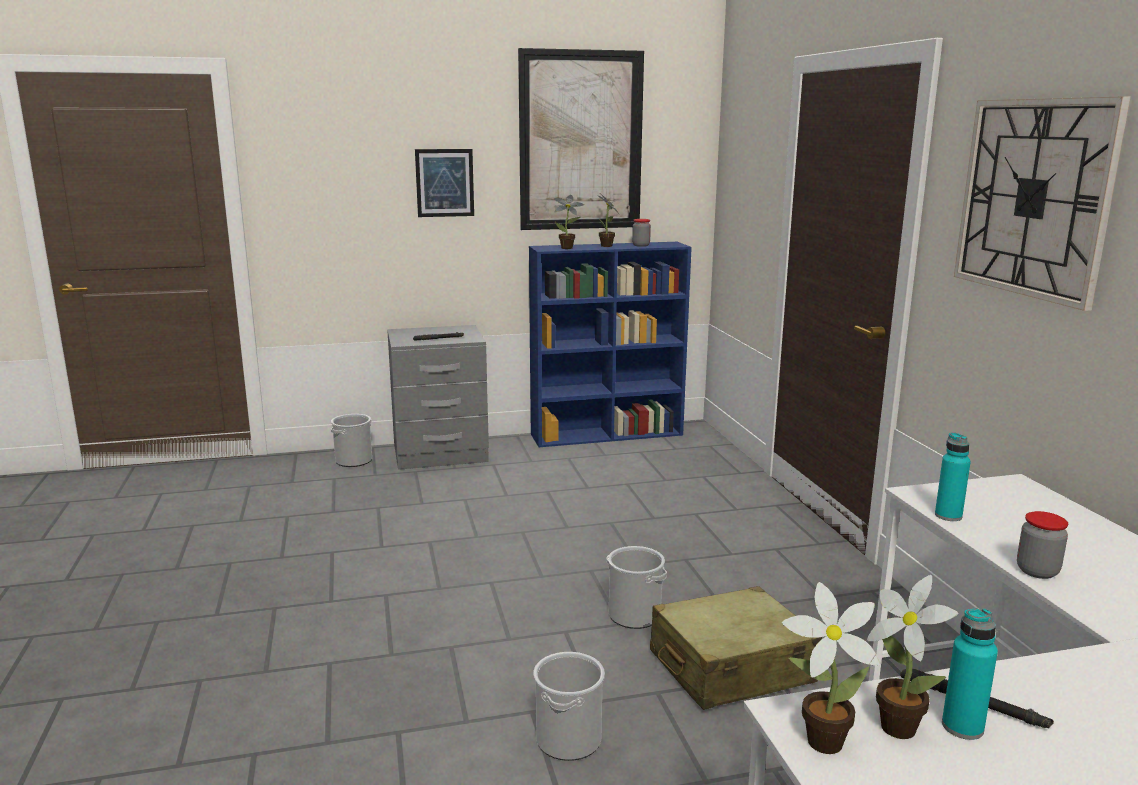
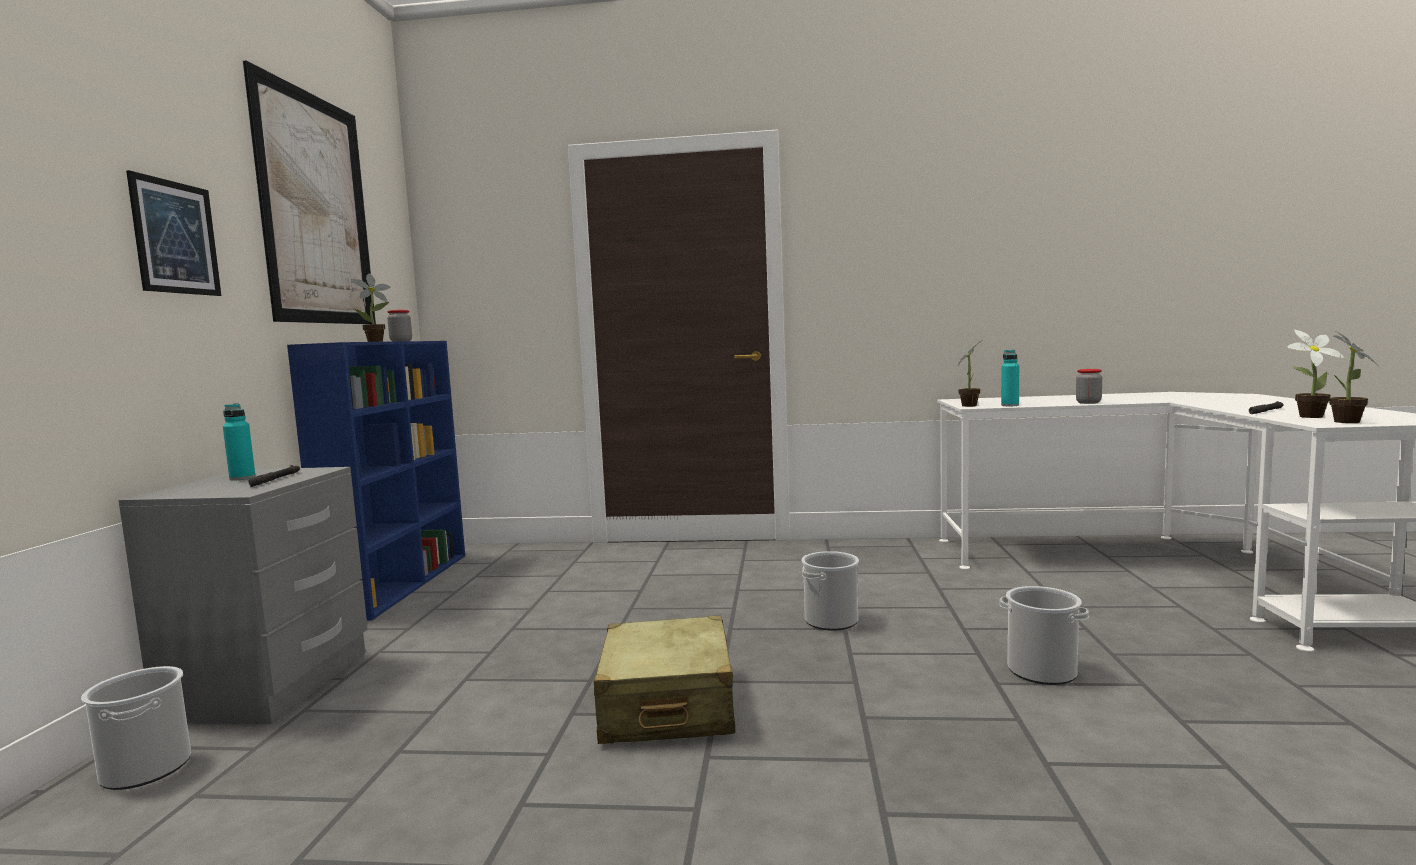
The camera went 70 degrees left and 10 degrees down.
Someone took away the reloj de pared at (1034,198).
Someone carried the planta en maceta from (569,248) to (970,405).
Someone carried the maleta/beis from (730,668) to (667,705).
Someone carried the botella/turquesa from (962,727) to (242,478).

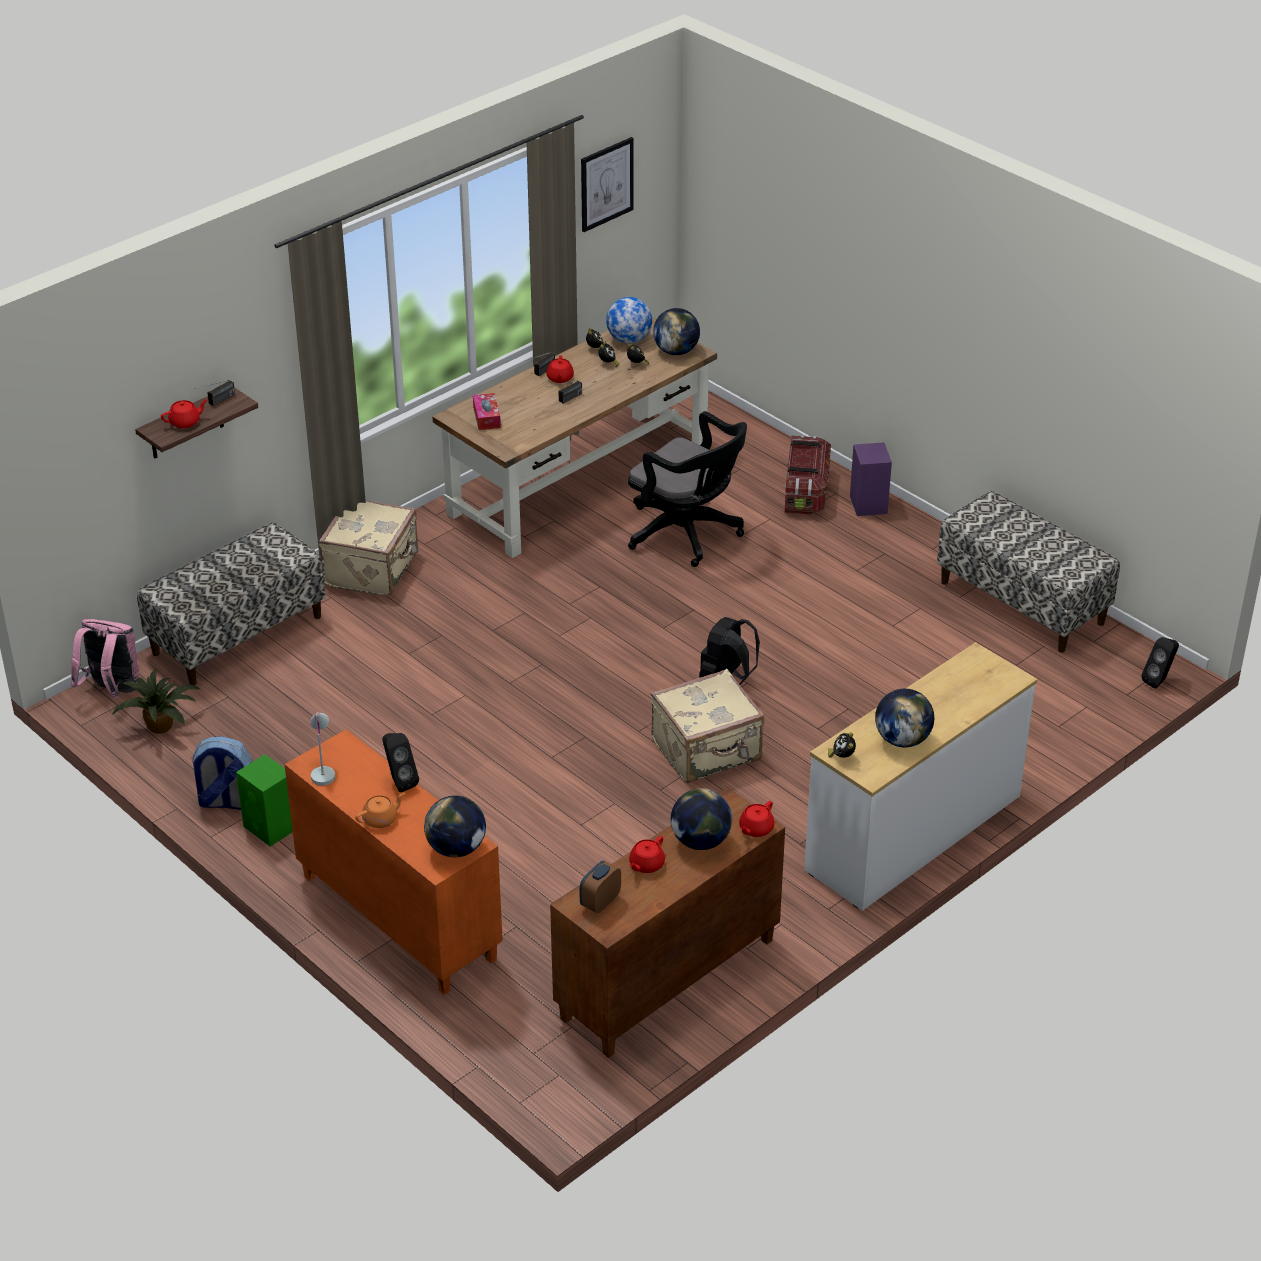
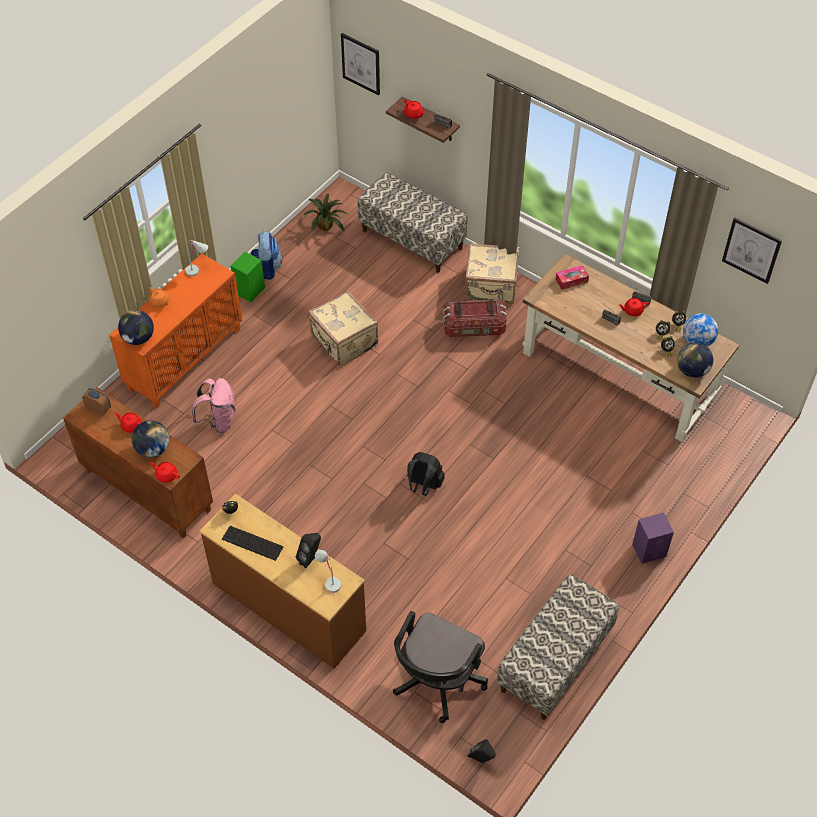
The camera went 80 degrees right and 15 degrees up.
Someone carried the silla de oficina/negro from (688,534) to (436,682).
Someone carried the caja de almacenaje from (805,491) to (474,328).
Someone carried the mochila/rosa from (112,691) to (218,420).
Someone repainted the cómoda/blanco at (914,834), which became the cómoda/marrón at (288,607).
Someone carried the maleta/beis from (707,751) to (343,341).
Someone swapped the globo terráqueo at (902,740) for the teclado at (252,543).
Someone carried the altavoz/negro from (399,782) to (310,558).
Someone put up the cuadro at (361,63).
Someone put down the lámpara de mesa/blanco at (328,580).

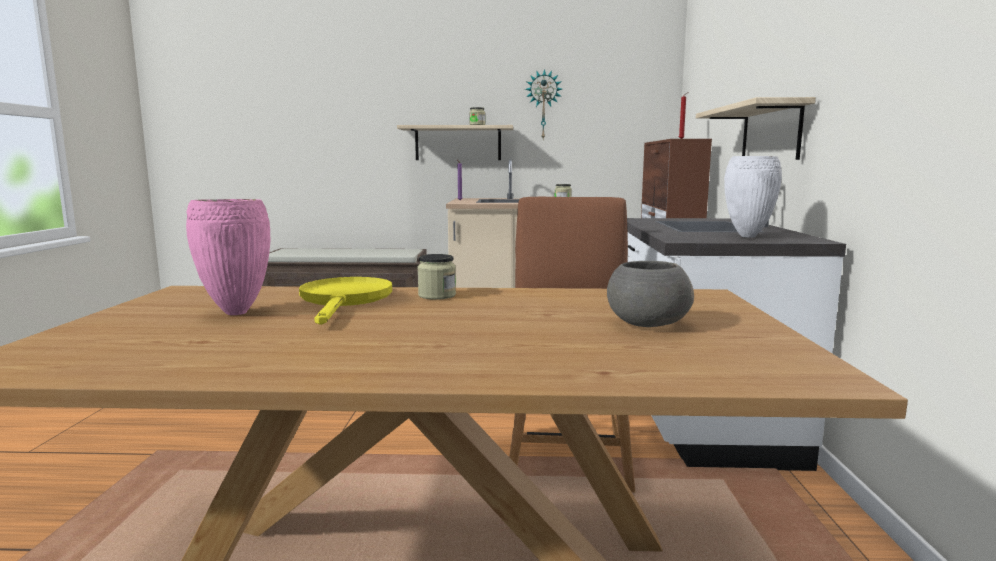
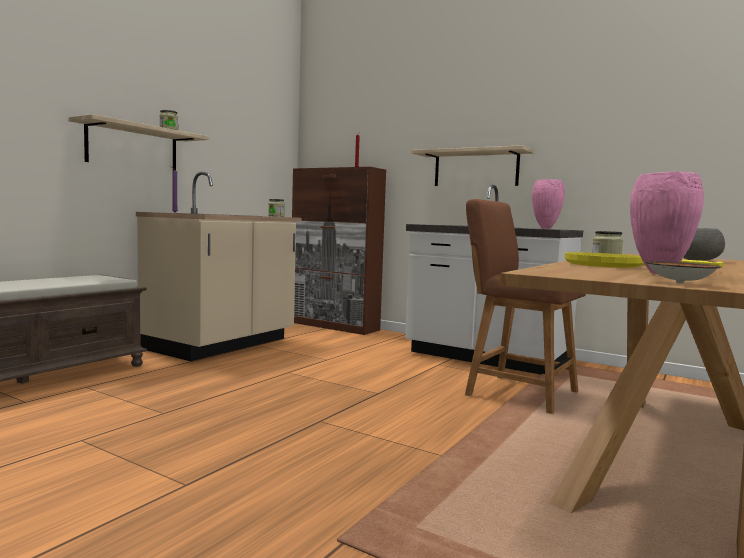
The camera went 60 degrees left and 5 degrees down.
Someone took away the reloj de pared at (543,105).
Someone repainted the florero/blanco at (747,237), which became the florero/rosa at (545,228).
Someone put down the cuenco at (679,283).

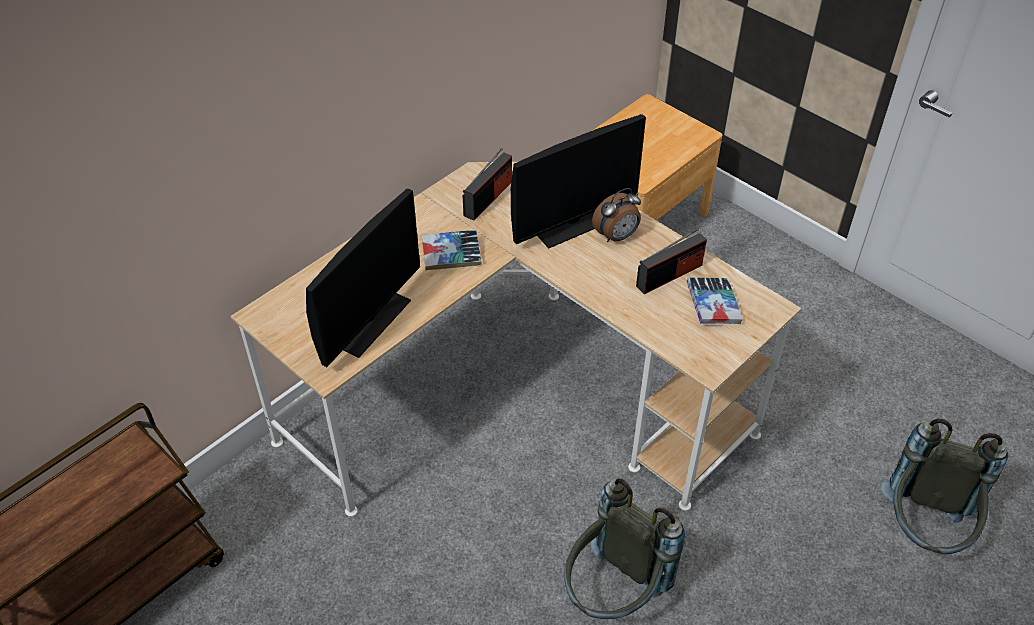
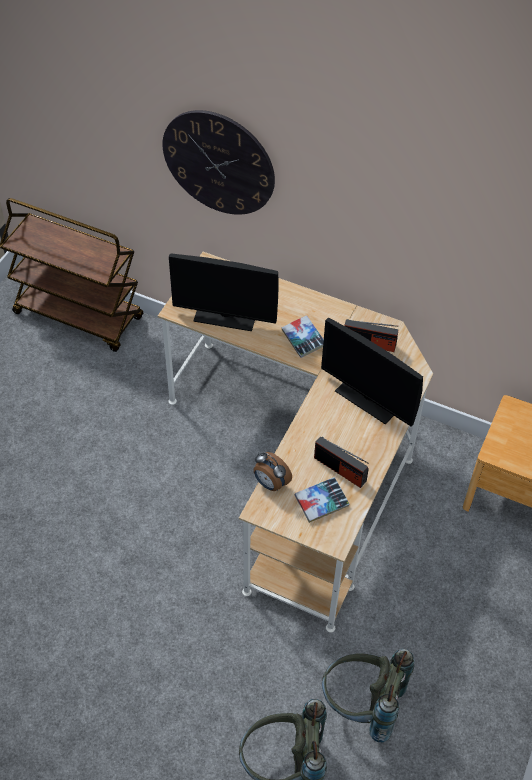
The camera went 70 degrees right and 5 degrees up.
Someone carried the despertador from (617,236) to (270,483).
Someone carried the mochila/gris from (613,594) to (362,706).
Someone put up the reloj de pared at (218,163).

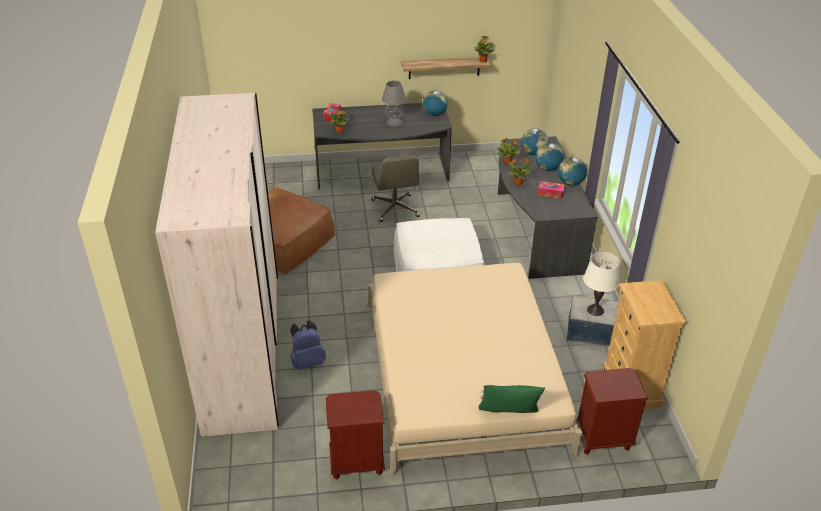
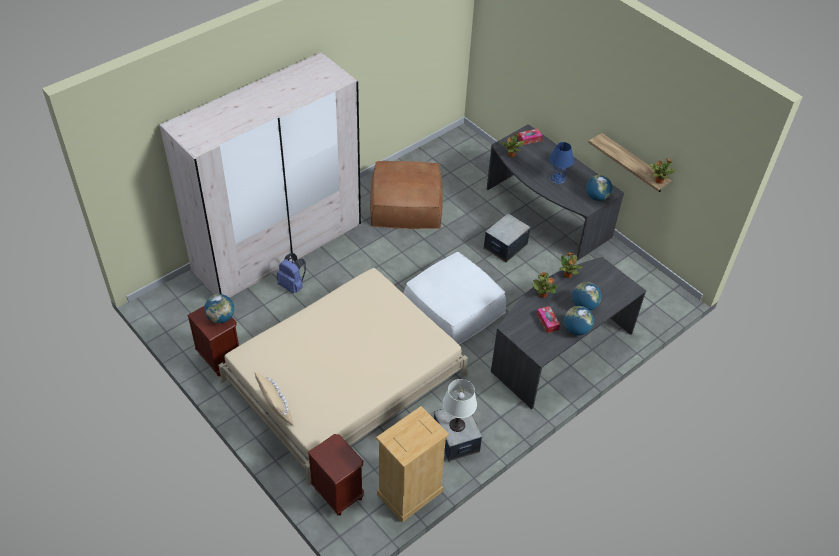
The camera went 55 degrees right and 10 degrees up.
Someone repainted the lámpara de mesa/gris at (394,122), which became the lámpara de mesa/azul at (557,178).
Someone carried the globo terráqueo from (533,153) to (221,317).
Someone swapped the silla de oficina/gris at (395,209) for the caja de almacenaje at (505,246).
Someone repainted the cojín/verde at (508,417), which became the cojín/beis at (275,411).

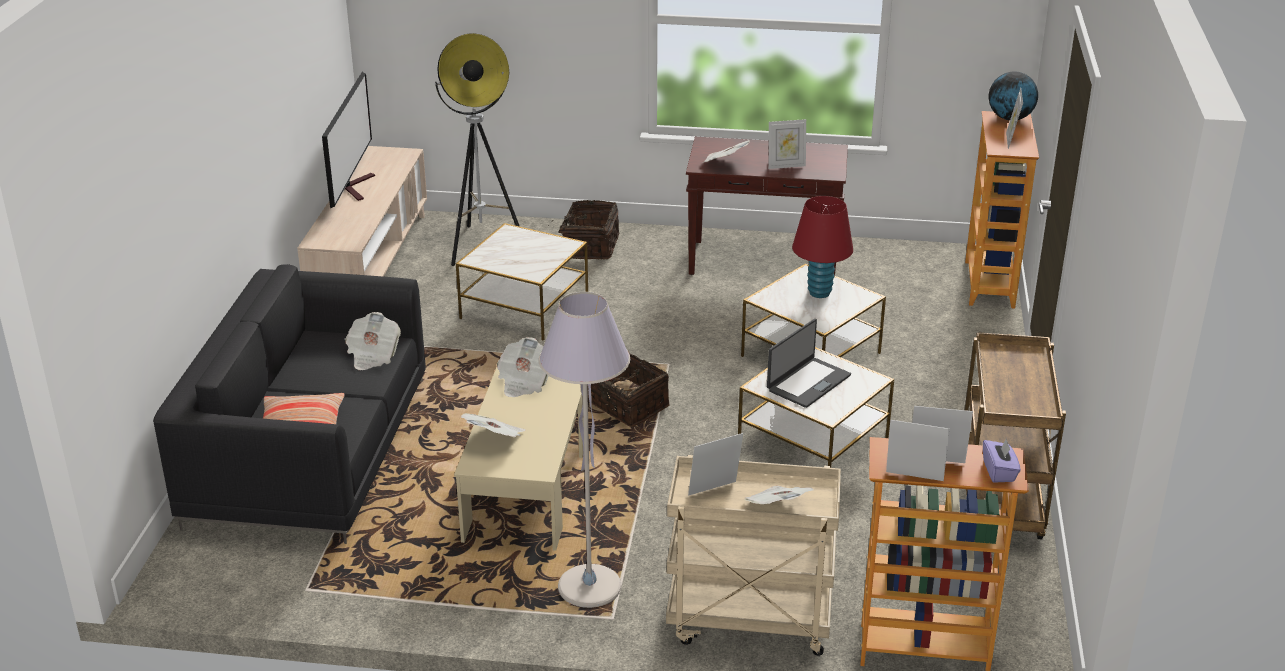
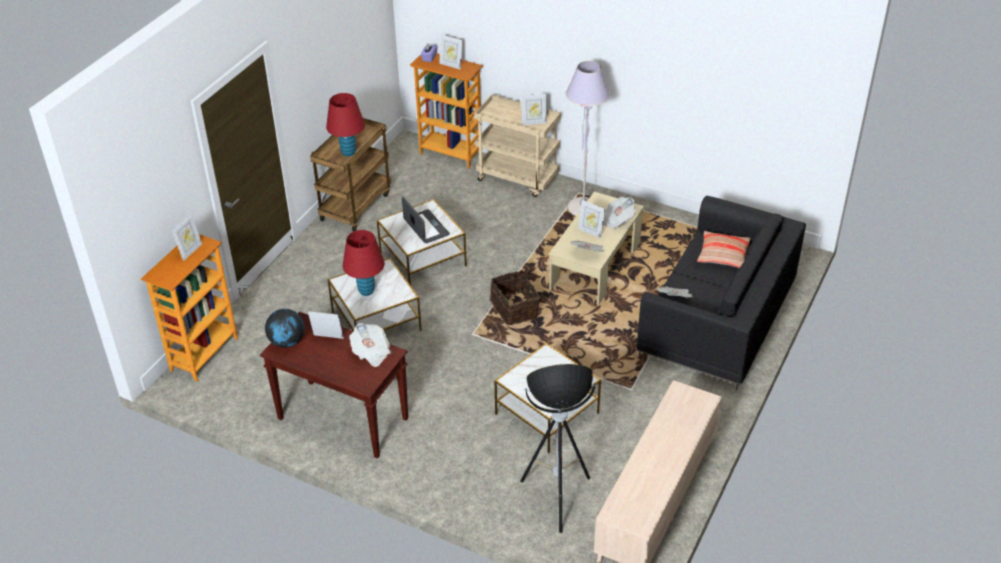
The camera went 160 degrees left and 10 degrees up.
Someone carried the globo terráqueo from (1010,118) to (287,342).
Someone took away the televisor at (355,186).
Someone took away the cesta at (589,246).
Someone rotated the portátil at (808,382) by 90 degrees clockwise.
Someone carried the portarretratos from (914,479) to (590,232).
Someone took away the periódico at (777,509).
Someone put down the lámpara de mesa/rojo at (348,152).

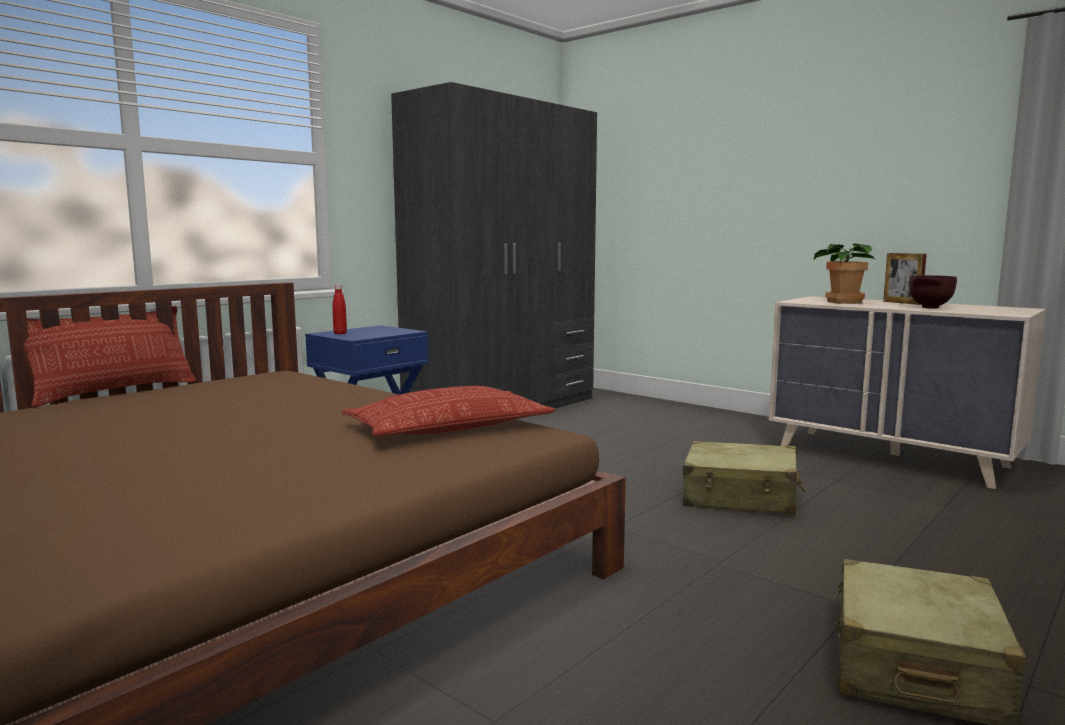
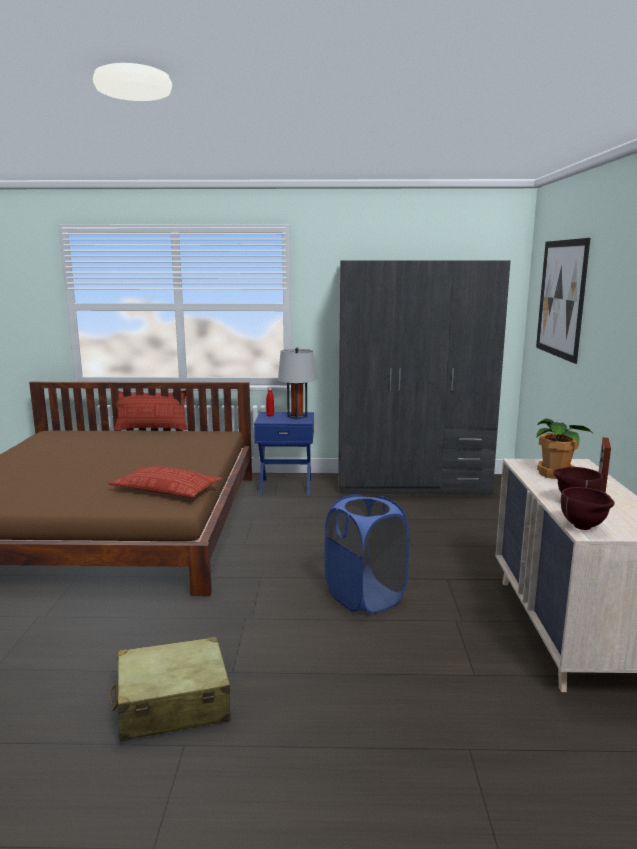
The camera went 50 degrees right and 5 degrees up.
Someone swapped the maleta/beis at (740,497) for the cesto de la ropa/azul at (365,597).
Someone put up the cuadro at (561,298).
Someone put down the lámpara de mesa/gris at (297,416).
Someone put down the cuenco/marrón at (584,528).

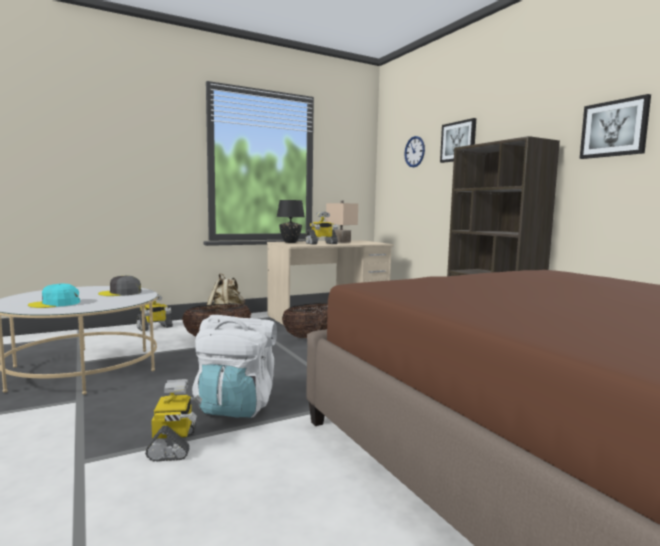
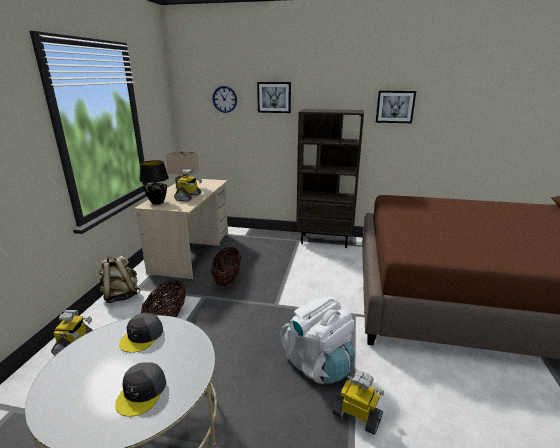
The camera went 50 degrees left and 15 degrees up.
Someone repainted the gorra/turquesa at (55,304), which became the gorra/gris at (142,392).

